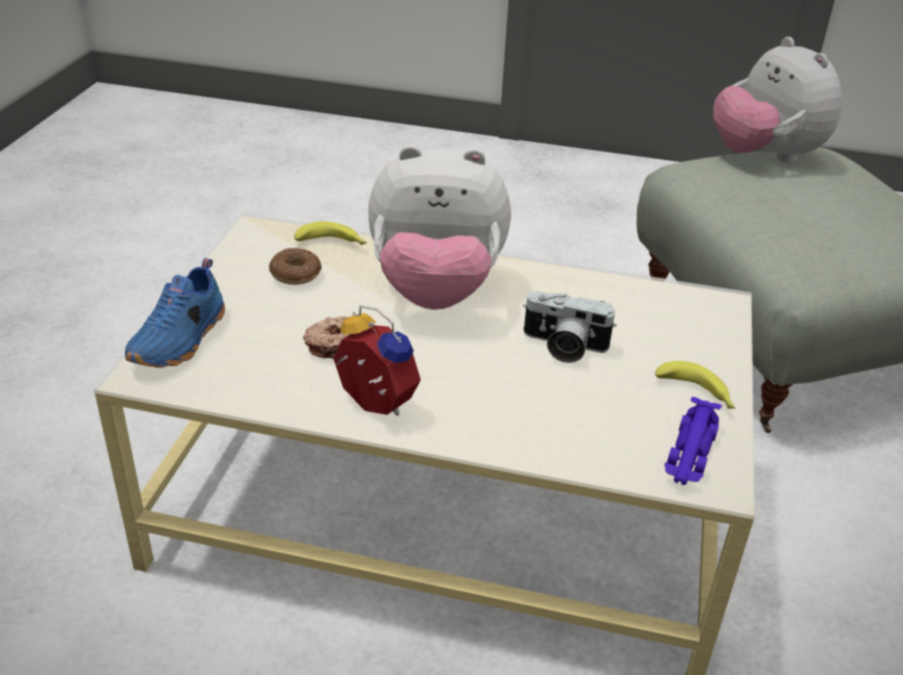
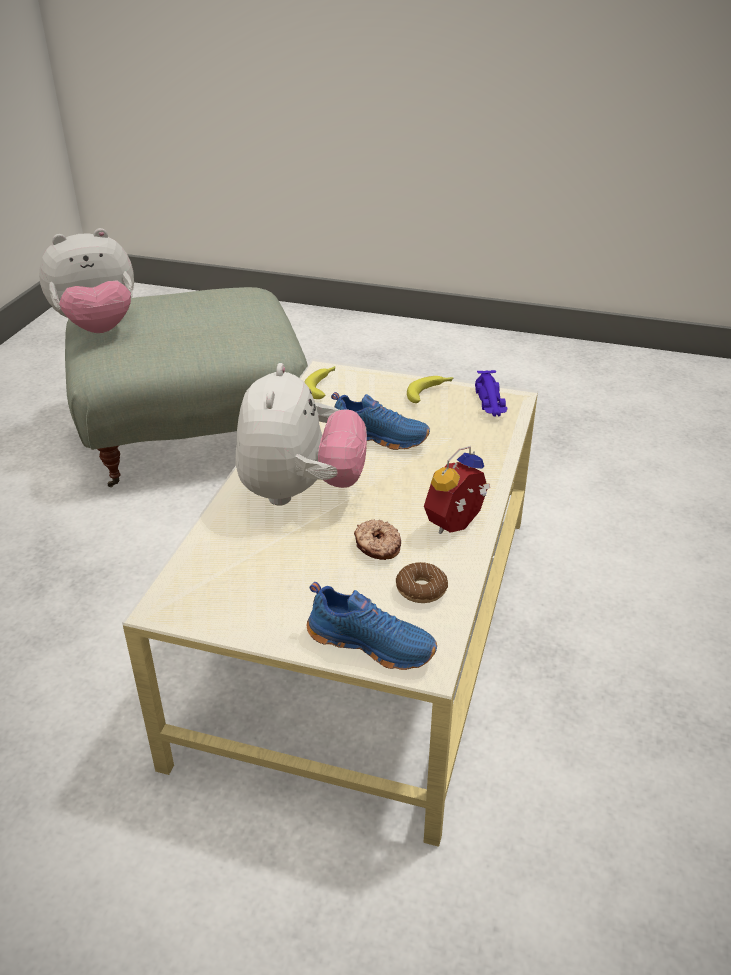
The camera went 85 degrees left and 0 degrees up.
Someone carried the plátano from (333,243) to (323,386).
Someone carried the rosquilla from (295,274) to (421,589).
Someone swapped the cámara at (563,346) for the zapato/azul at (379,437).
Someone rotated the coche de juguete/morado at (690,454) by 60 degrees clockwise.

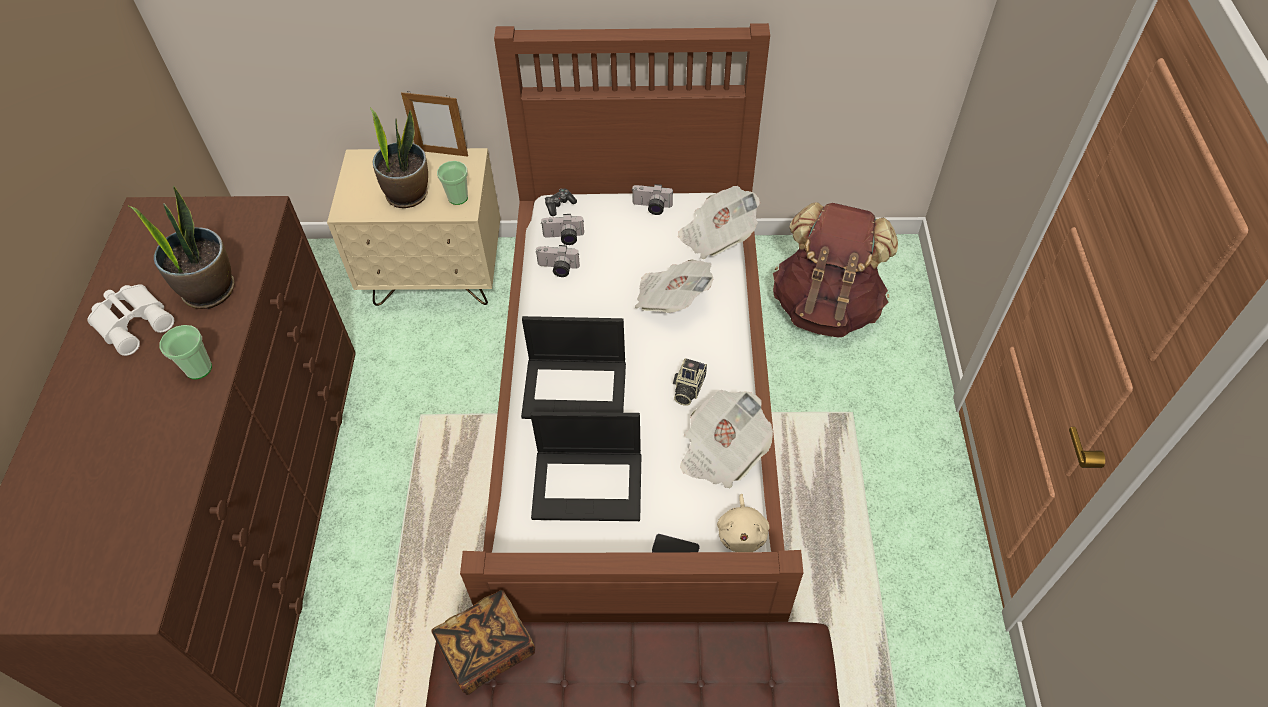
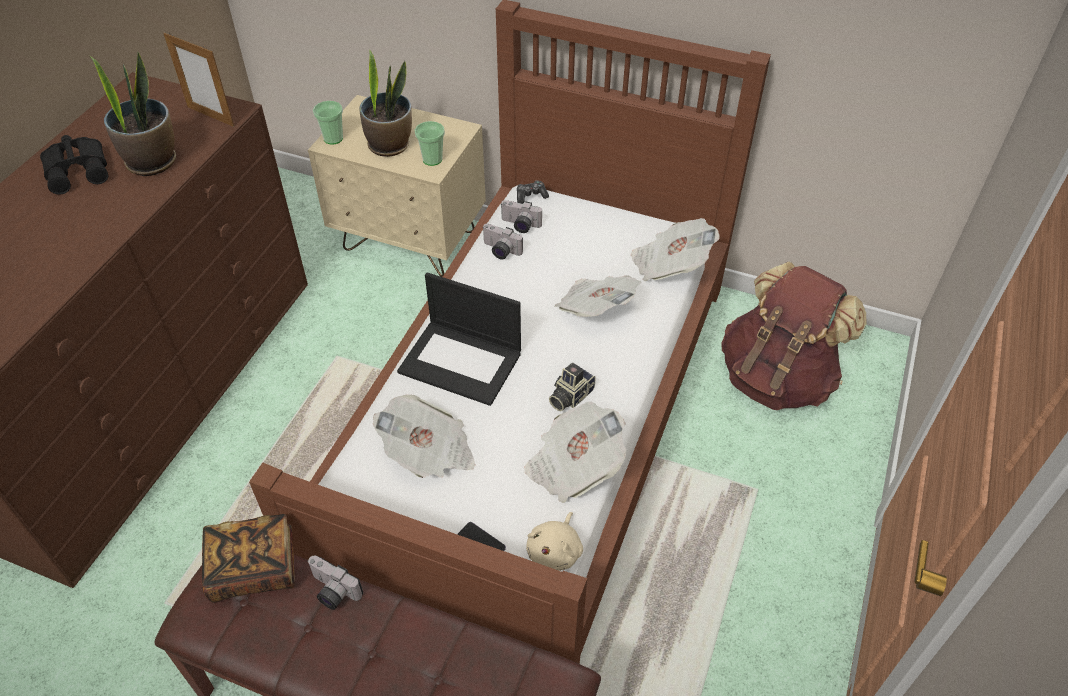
The camera went 20 degrees right and 5 degrees down.
Someone carried the portarretratos from (442,153) to (210,116).
Someone carried the cámara from (651,207) to (332,592).
Someone repainted the prismáticos/blanco at (134,321), which became the prismáticos/negro at (79,169).
Someone carried the taza from (198,368) to (333,138).
Someone swapped the portátil at (589,484) for the periódico at (429,453).

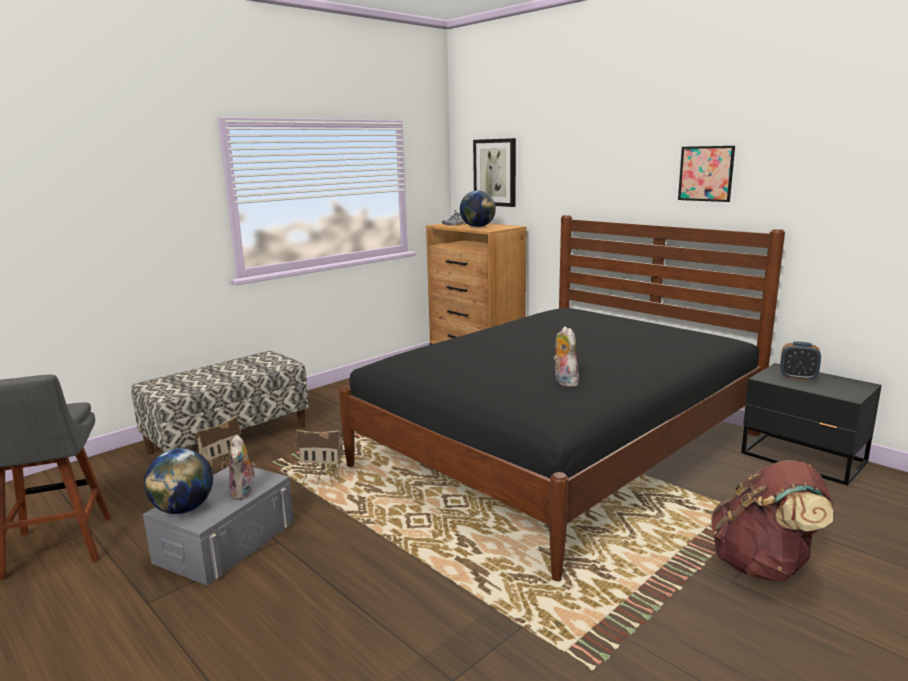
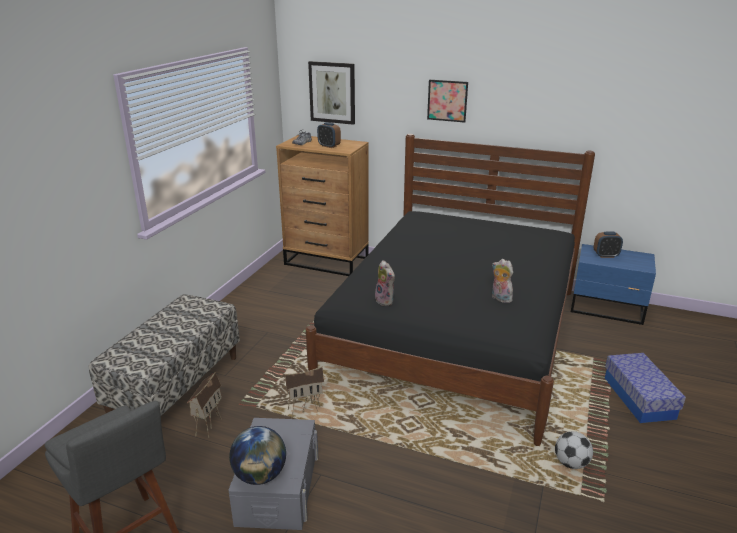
The camera went 25 degrees left and 10 degrees up.
Someone carried the cuadro from (706,173) to (447,100).
Someone swapped the globo terráqueo at (478,227) for the despertador at (329,146).
Someone repainted the mesita de noche/negro at (804,459), which became the mesita de noche/azul at (608,309).
Someone carried the peluche from (244,493) to (386,301).
Someone swapped the mochila/marrón at (763,565) for the caja de almacenaje at (639,398).
Someone put down the balón de fútbol at (571,463).

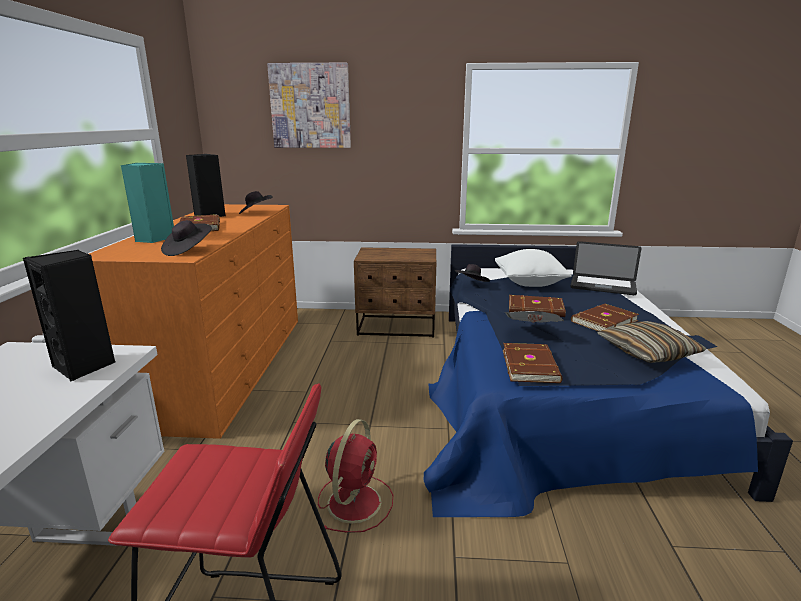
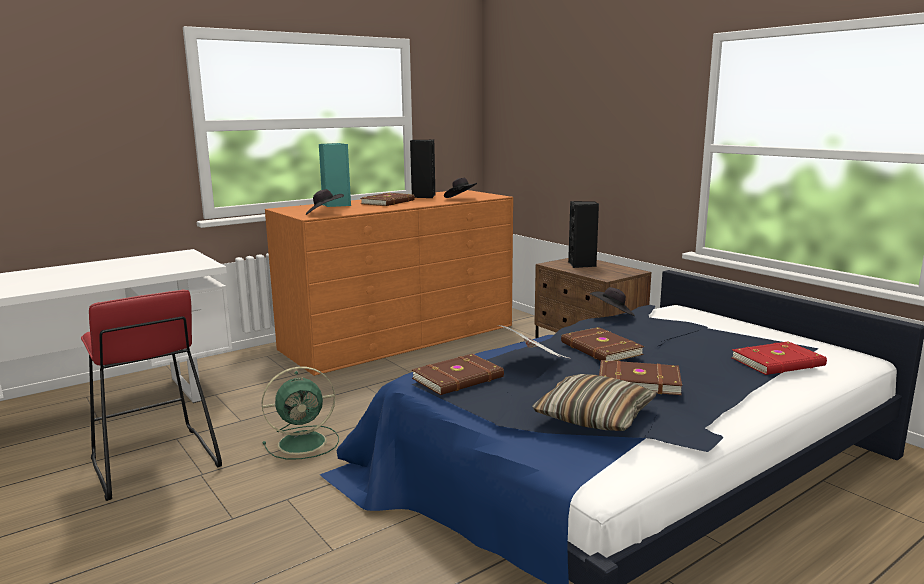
The camera went 50 degrees right and 5 degrees down.
Someone took away the cuadro at (310,106).
Someone swapped the portátil at (602,286) for the libro/rojo at (779,362).
Someone took away the cojín/blanco at (529,283).
Someone carried the altavoz/negro from (85,366) to (582,265).
Someone repainted the ventilador/rojo at (355,501), which became the ventilador/verde at (304,442).

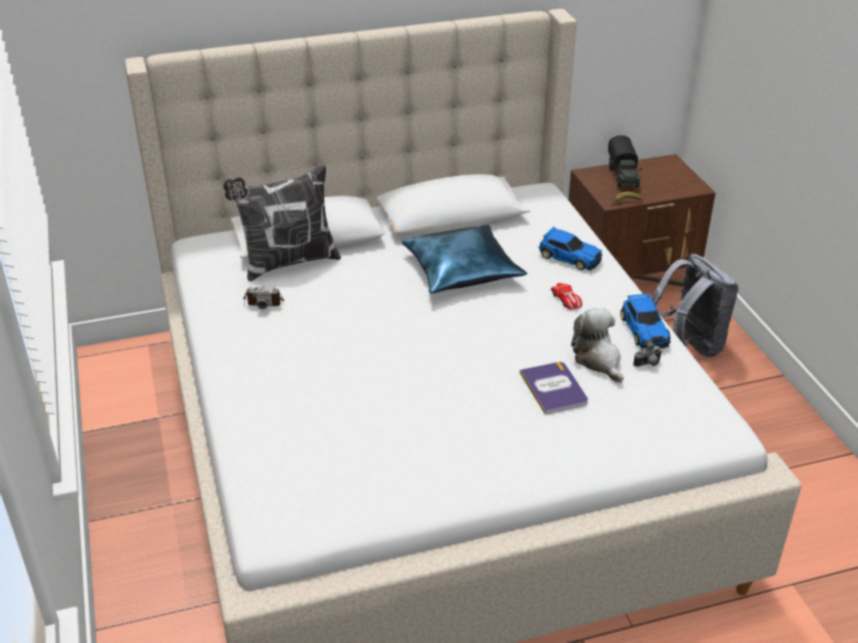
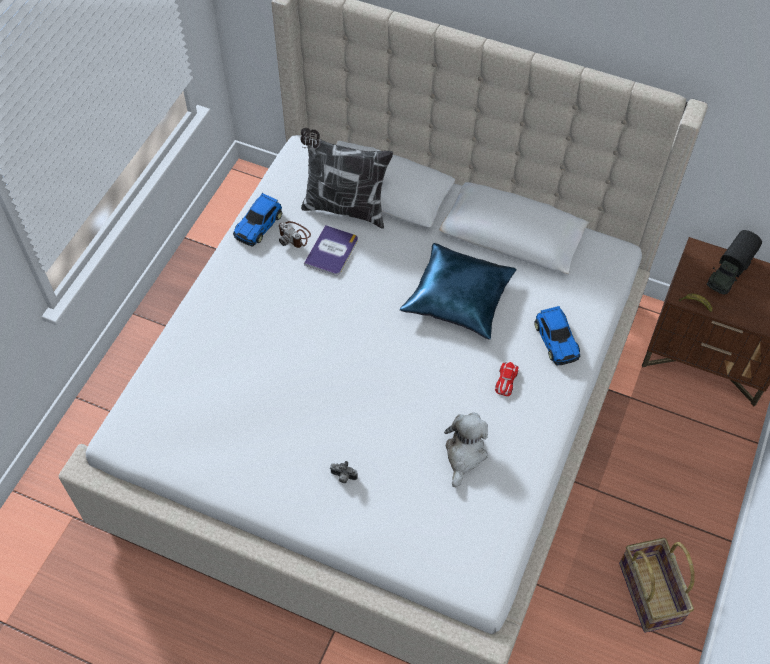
The camera went 40 degrees right and 20 degrees up.
Someone took away the mochila/gris at (689,345).
Someone carried the coche de juguete from (644,329) to (259,224).
Someone carried the cámara from (648,364) to (343,477).
Someone carried the libro from (554,388) to (331,251).
Someone put down the cesta at (651,593).

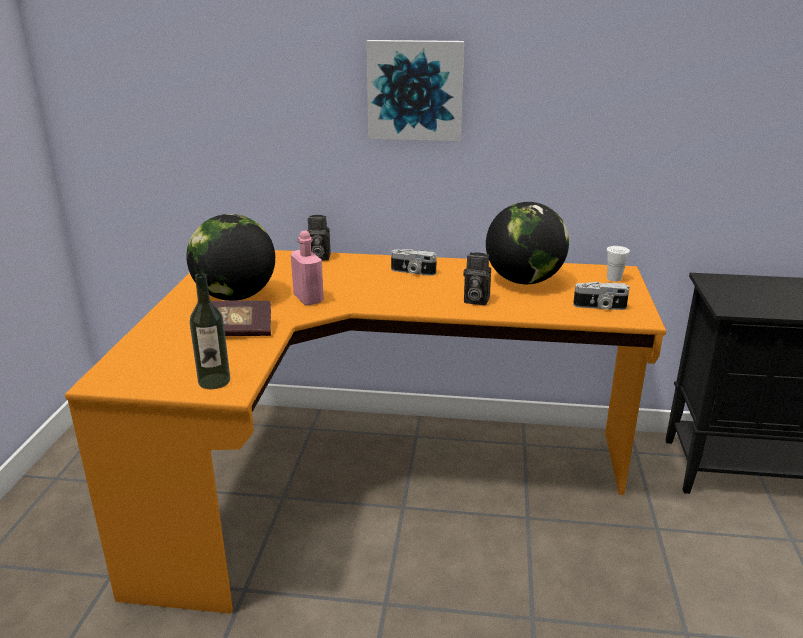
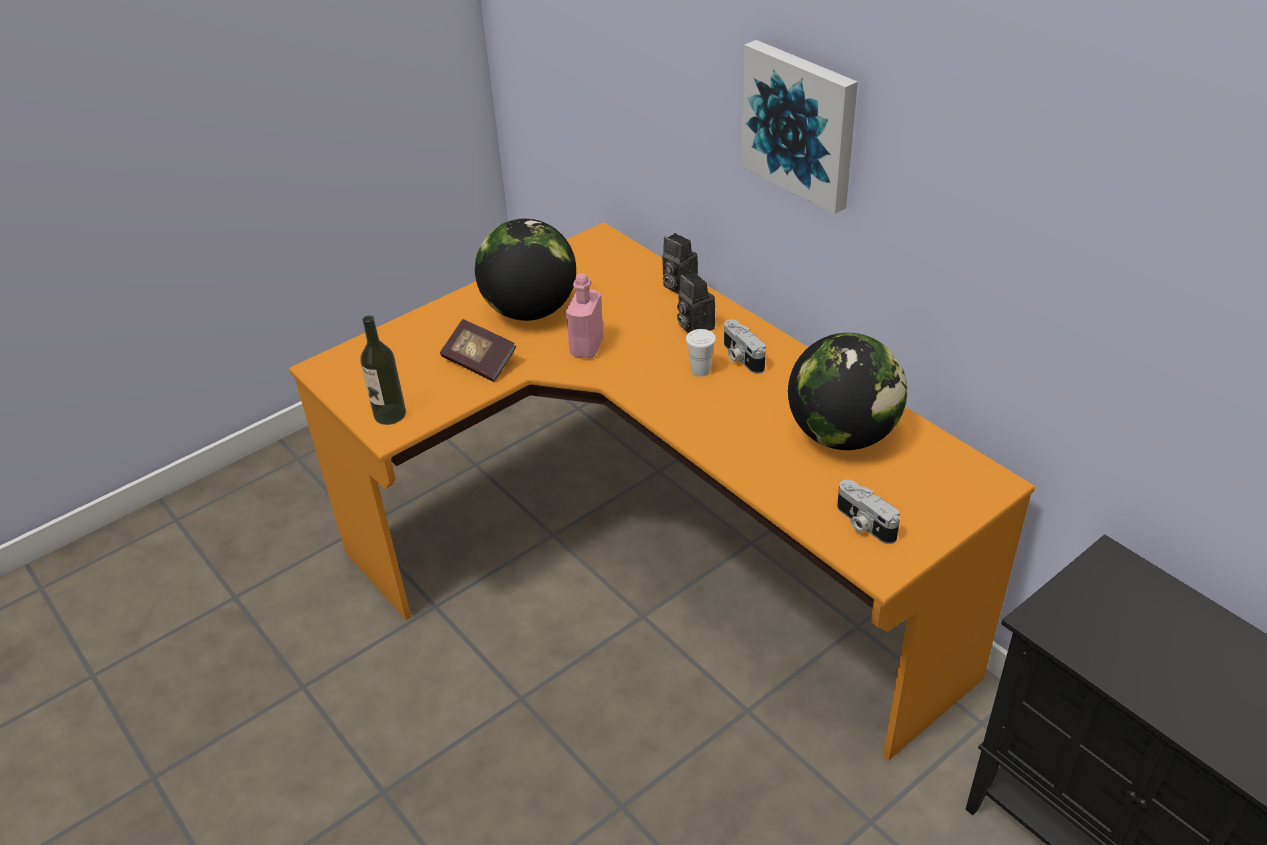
The camera went 45 degrees right and 15 degrees up.
Someone carried the taza/blanco from (614,278) to (700,370).
Someone carried the cámara from (474,300) to (693,326).

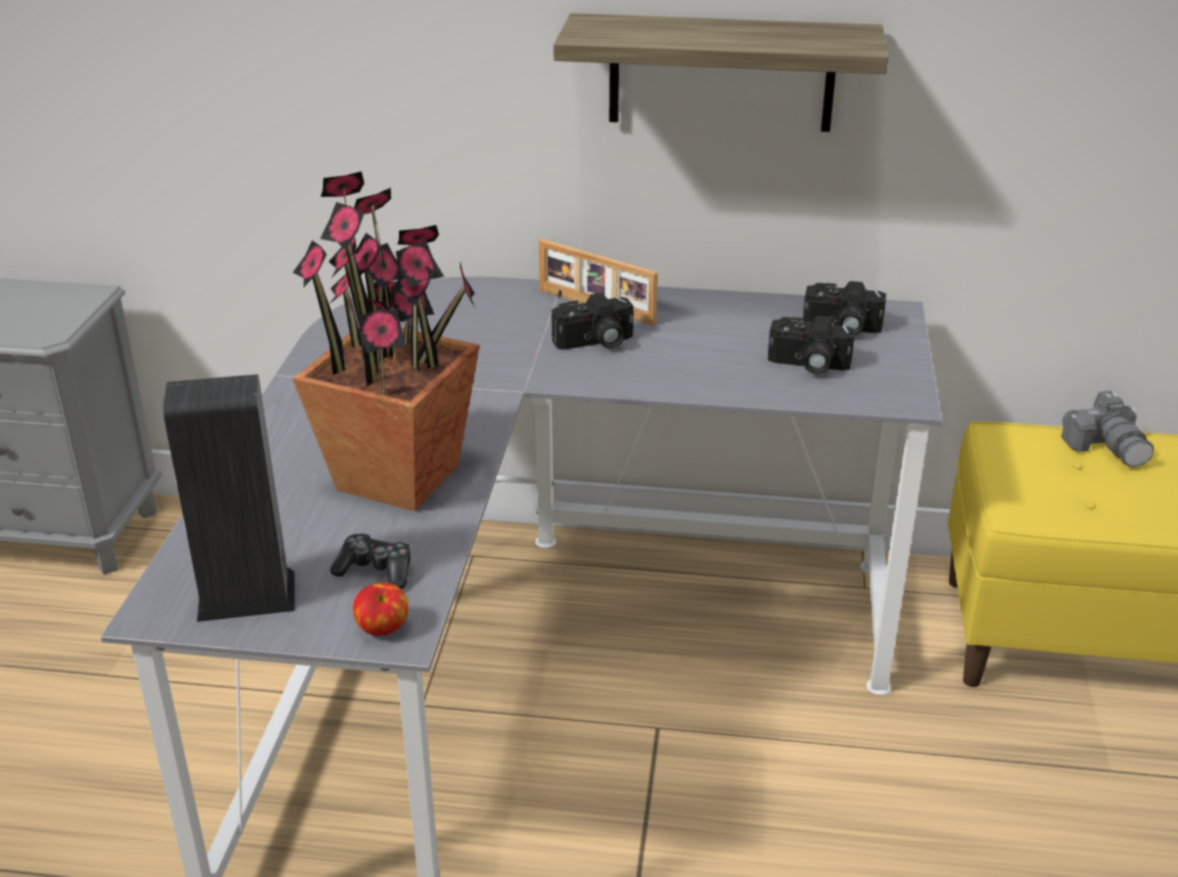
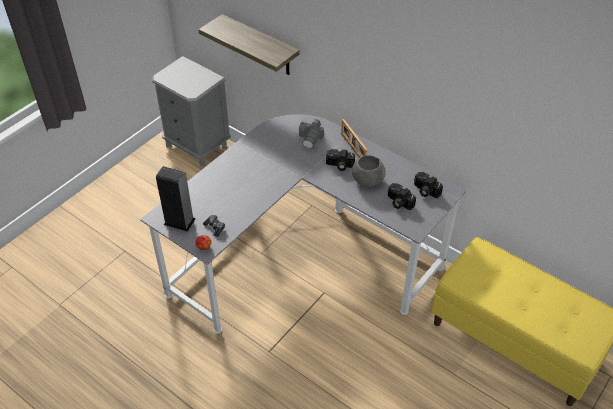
The camera went 30 degrees right and 15 degrees up.
Someone carried the estante from (721,73) to (260,46).
Someone took away the planta en maceta at (400,477).
Someone carried the cámara from (1107,447) to (311,138).
Someone put down the cuenco/gris at (367,180).

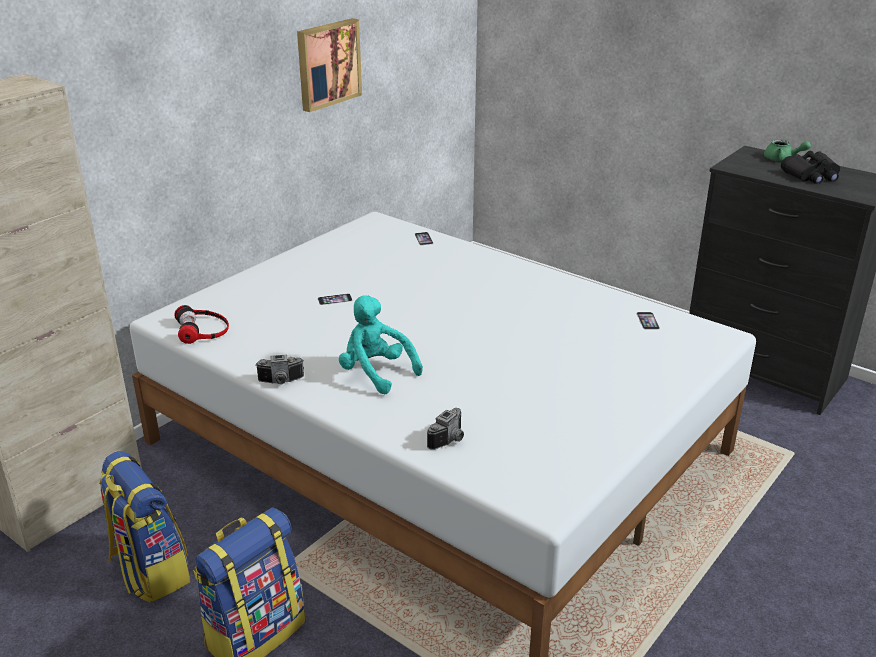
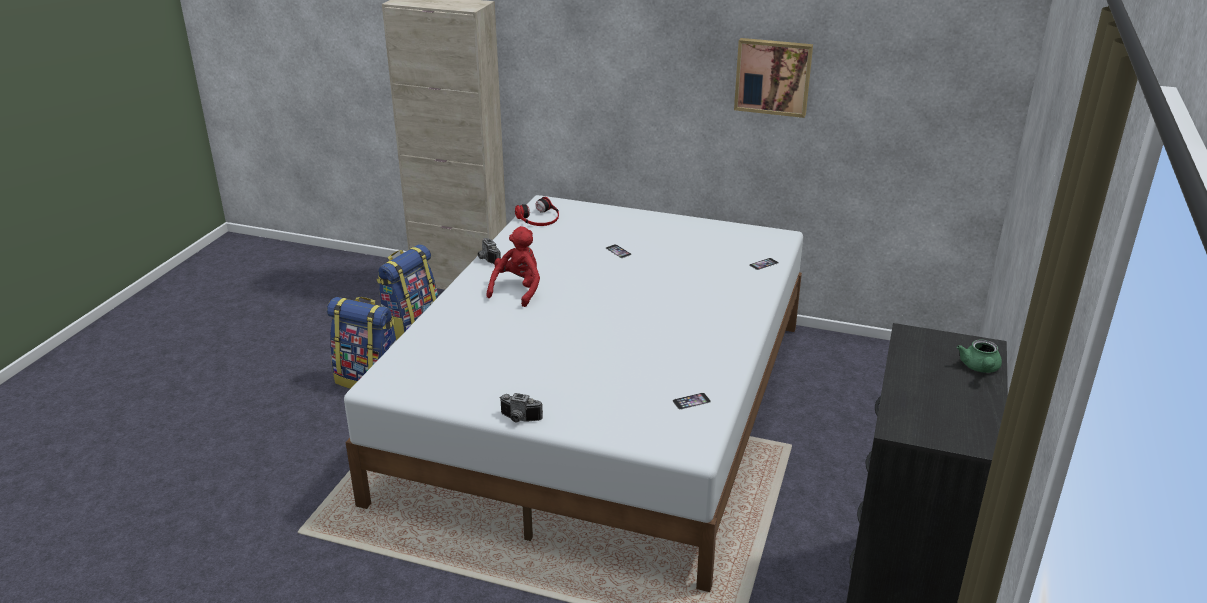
The camera went 70 degrees right and 0 degrees up.
Someone took away the prismáticos/negro at (811,176).
Someone repainted the peluche/turquesa at (376,373), which became the peluche/rojo at (518,290).
Someone carried the cámara from (450,440) to (519,419).

